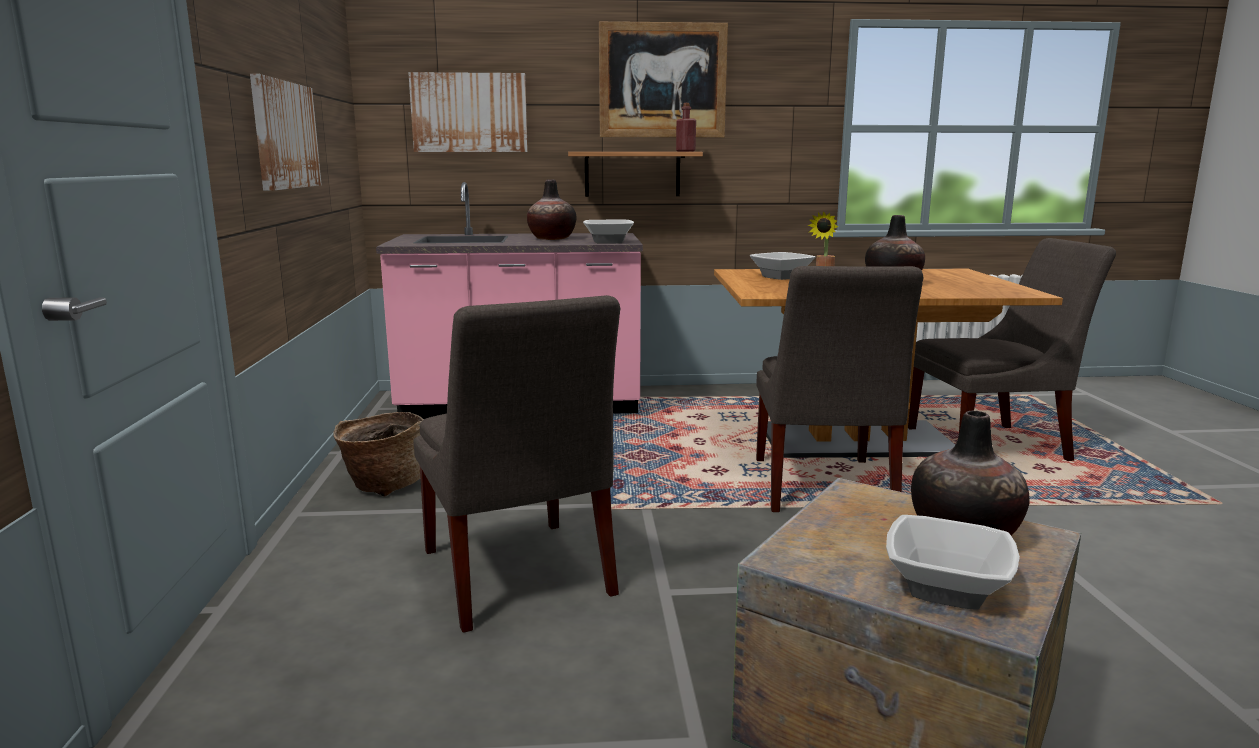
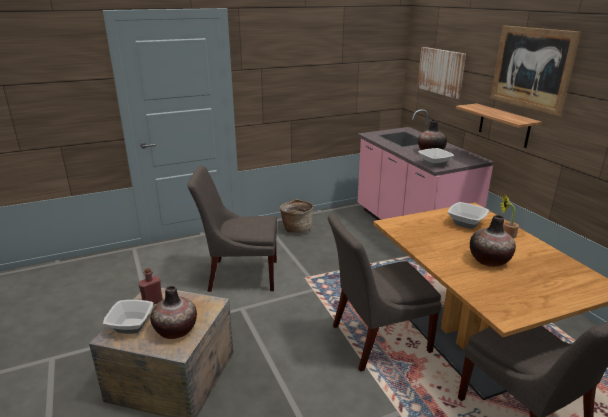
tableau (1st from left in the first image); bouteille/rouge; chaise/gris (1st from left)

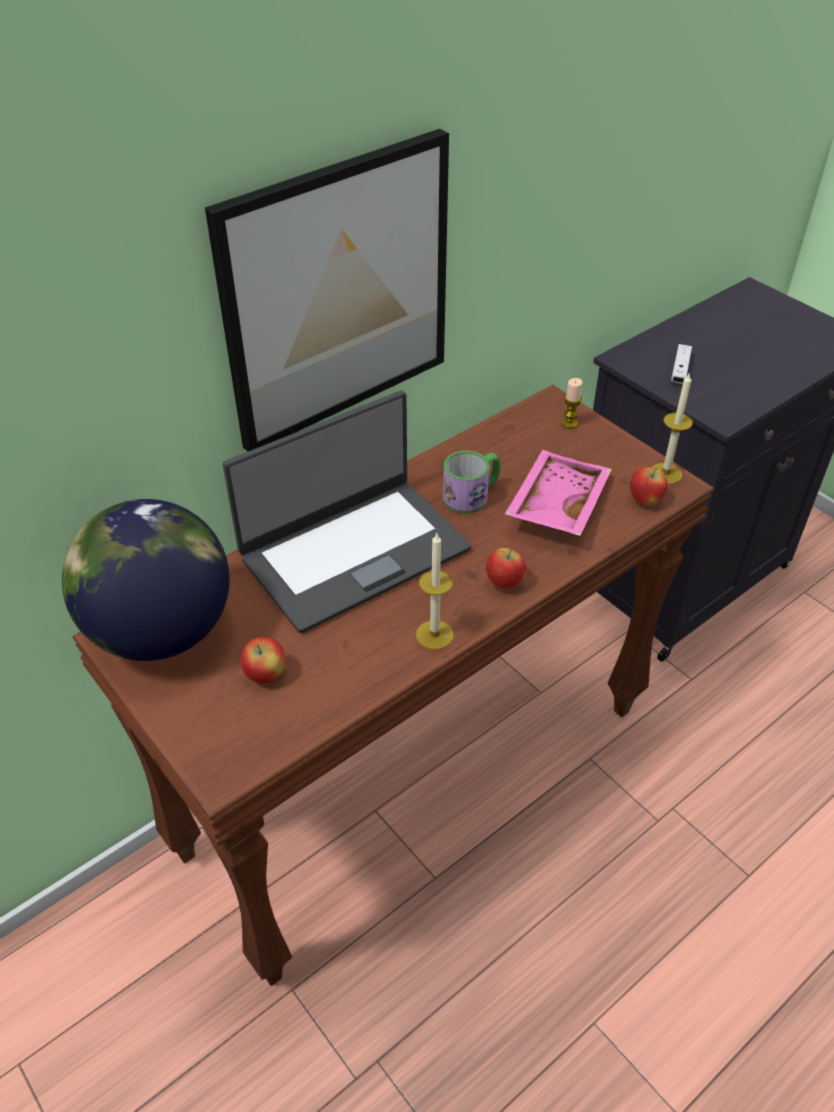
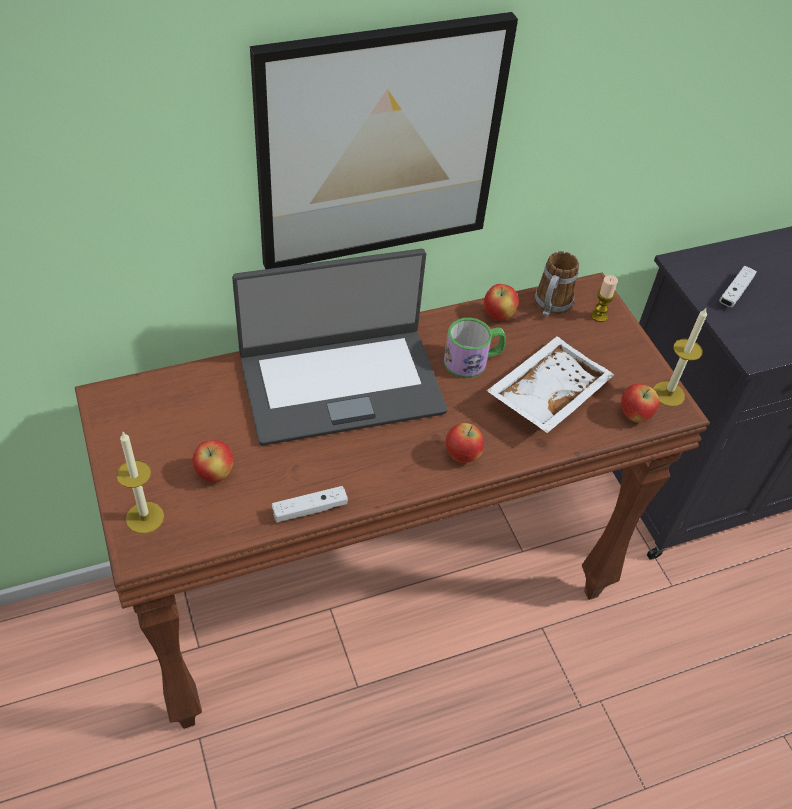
plateau/blanc; globe; bougie (1st from left); mug (2nd from left); pomme (3rd from left); manette/blanc (1st from left)

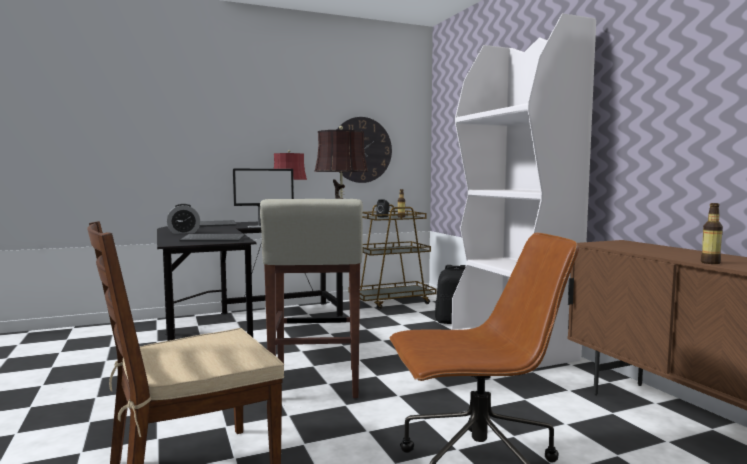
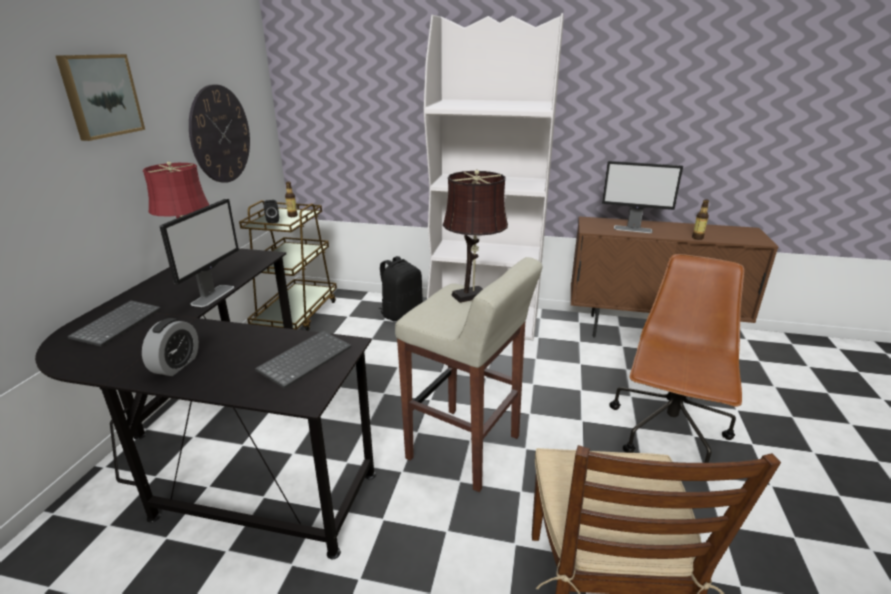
tableau; écran d'ordinateur (2nd from left)

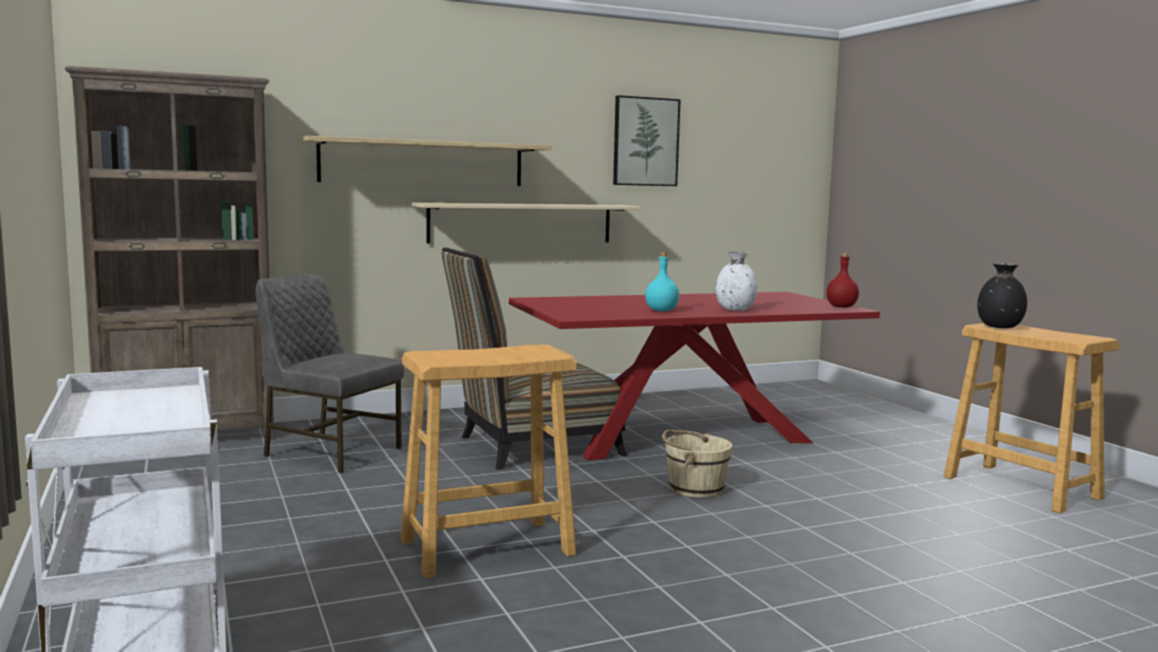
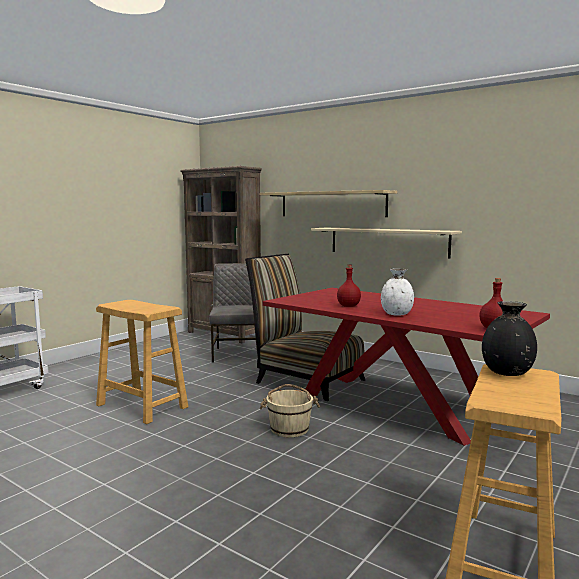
tableau; bouteille/rouge (1st from left)

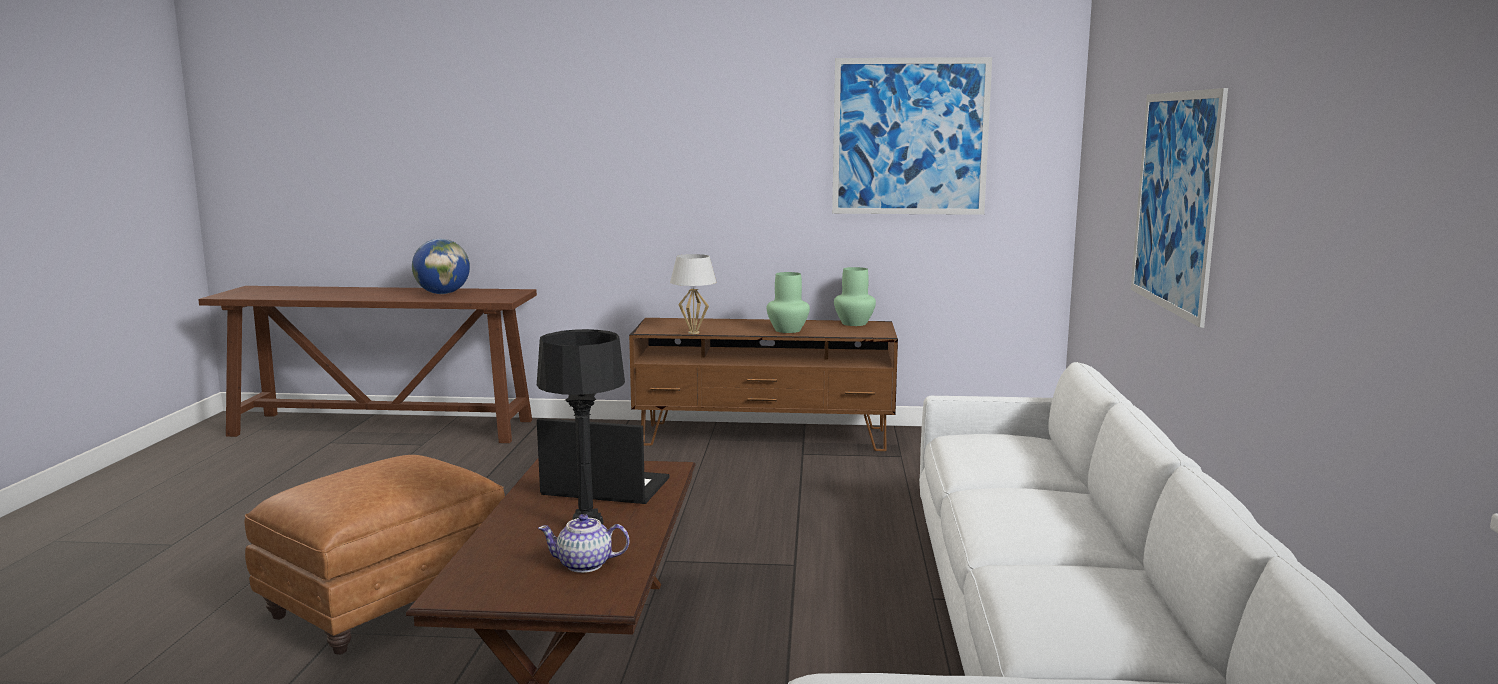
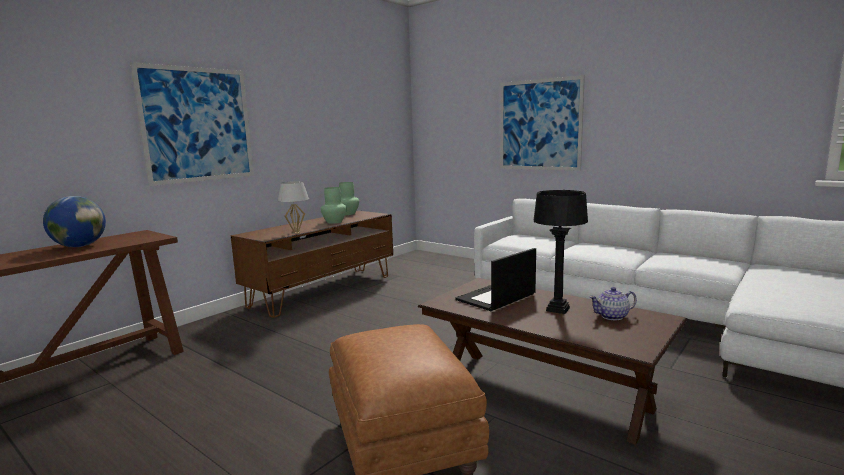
tableau (1st from left); théière

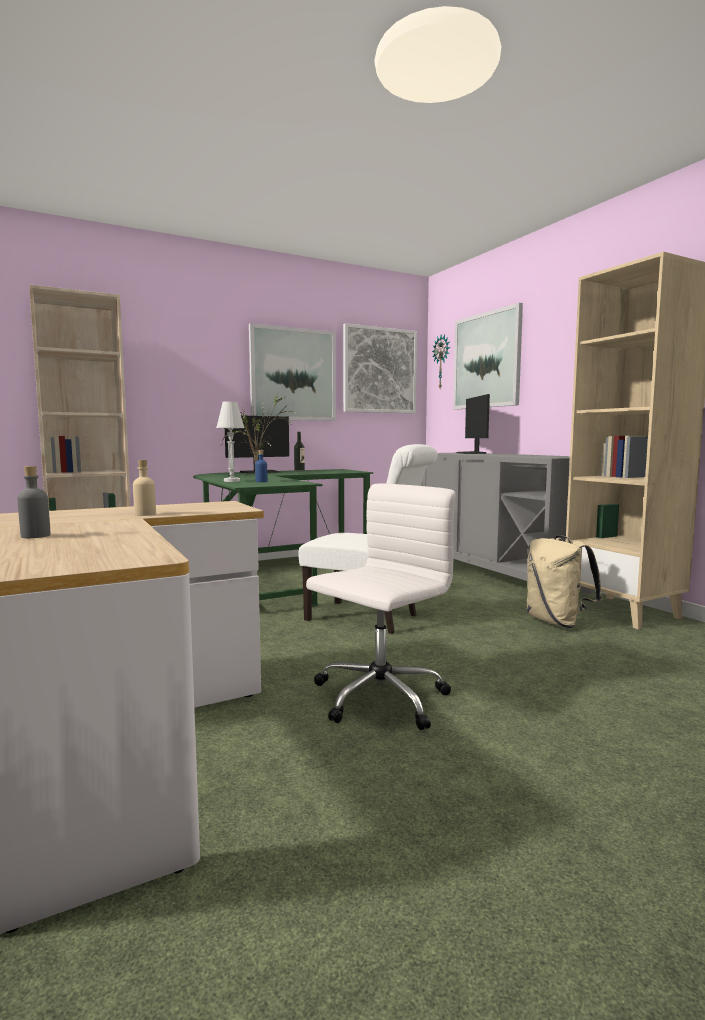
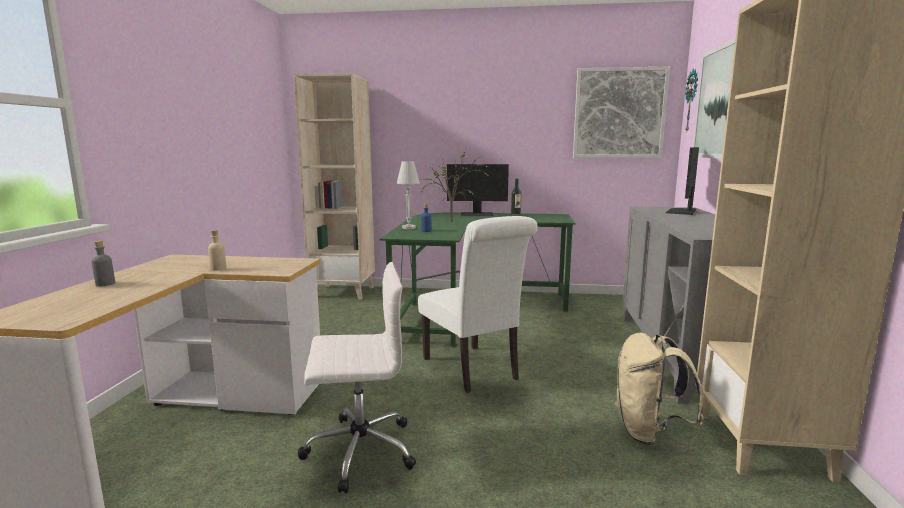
tableau (1st from left in the first image)

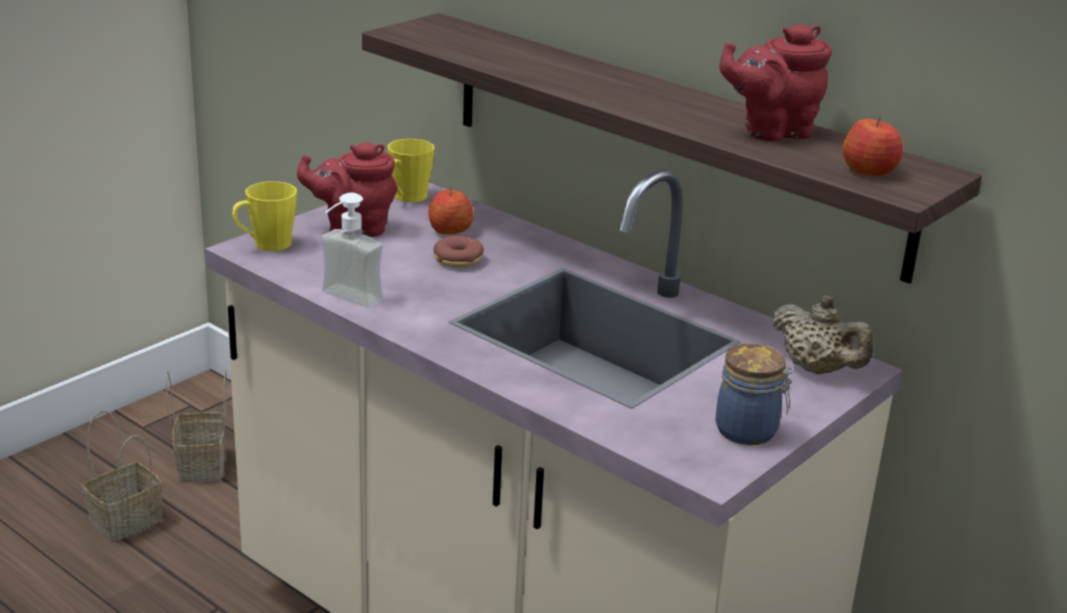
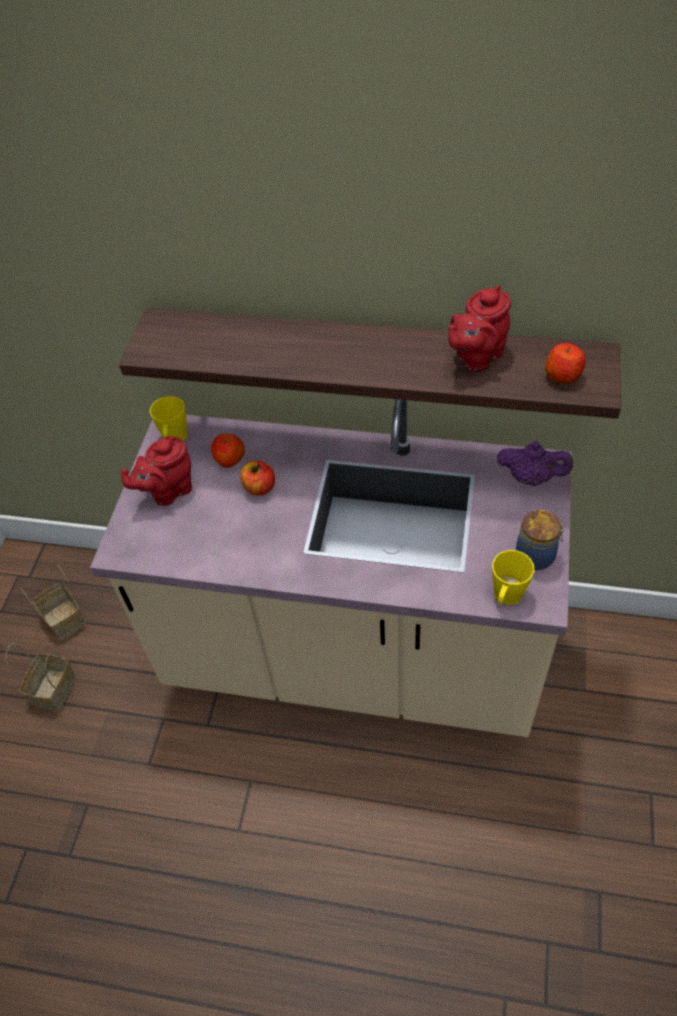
mug/jaune (2nd from left); distributeur de savon; pomme (2nd from left); théière/violet

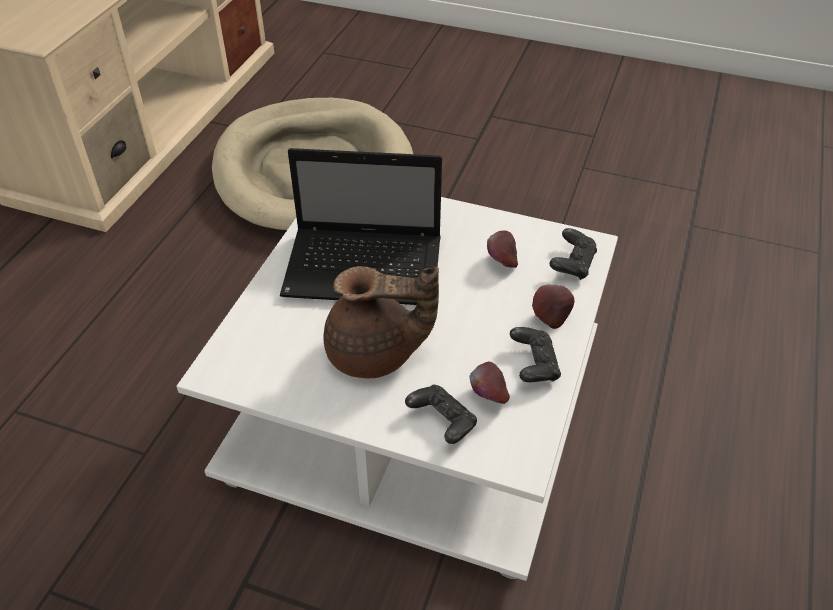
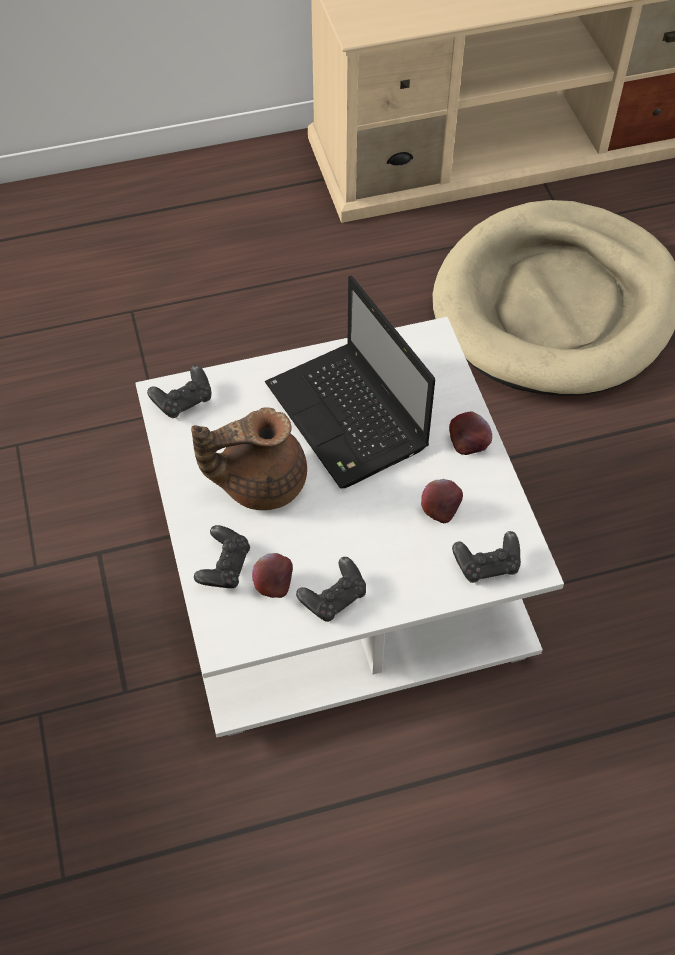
théière/marron; pomme (3rd from left); manette/noir (1st from left)

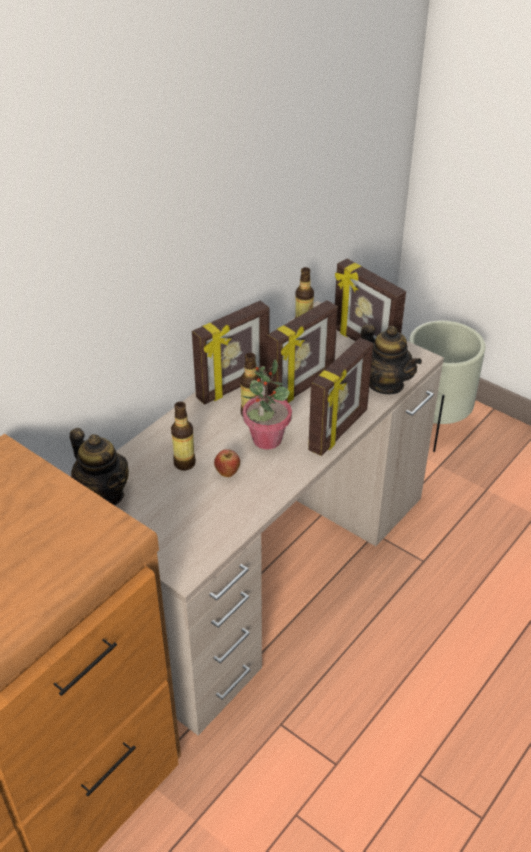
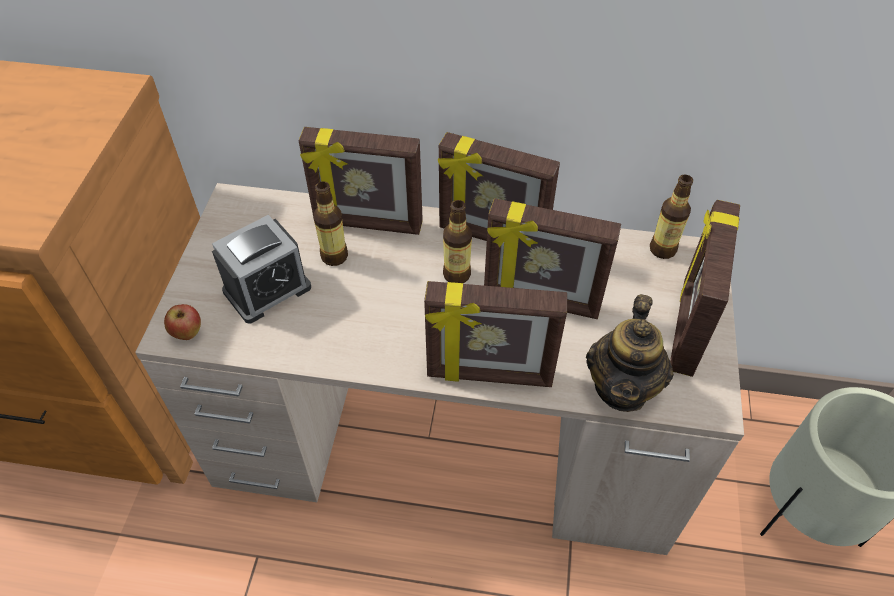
plante en pot; théière (1st from left in the first image); pomme; cadre photo (1st from left); réveil

